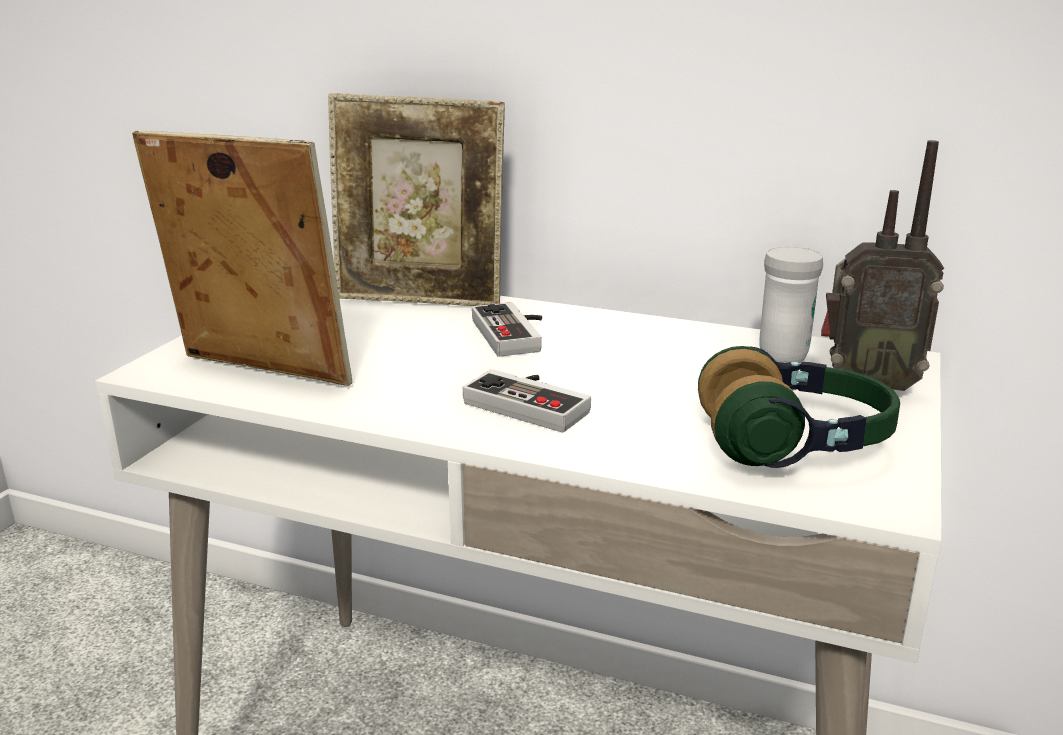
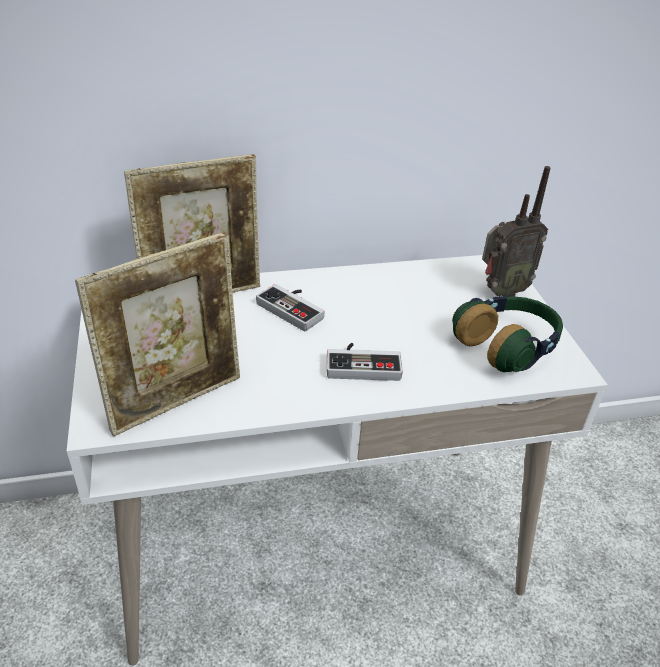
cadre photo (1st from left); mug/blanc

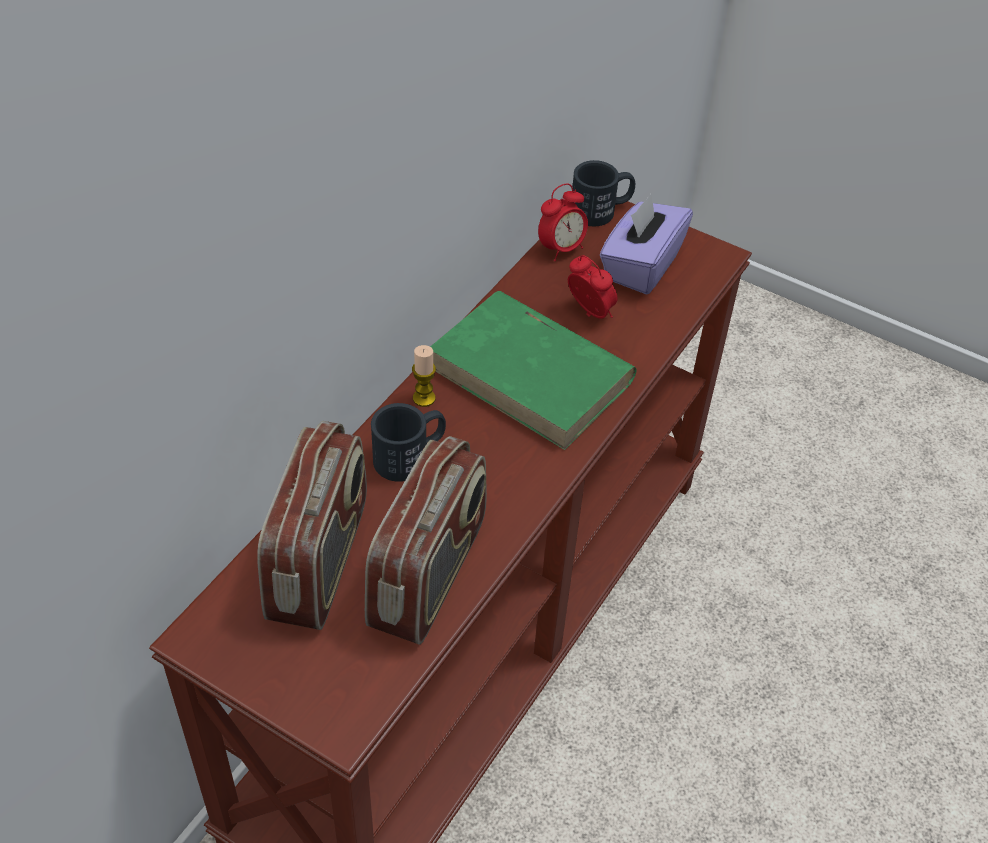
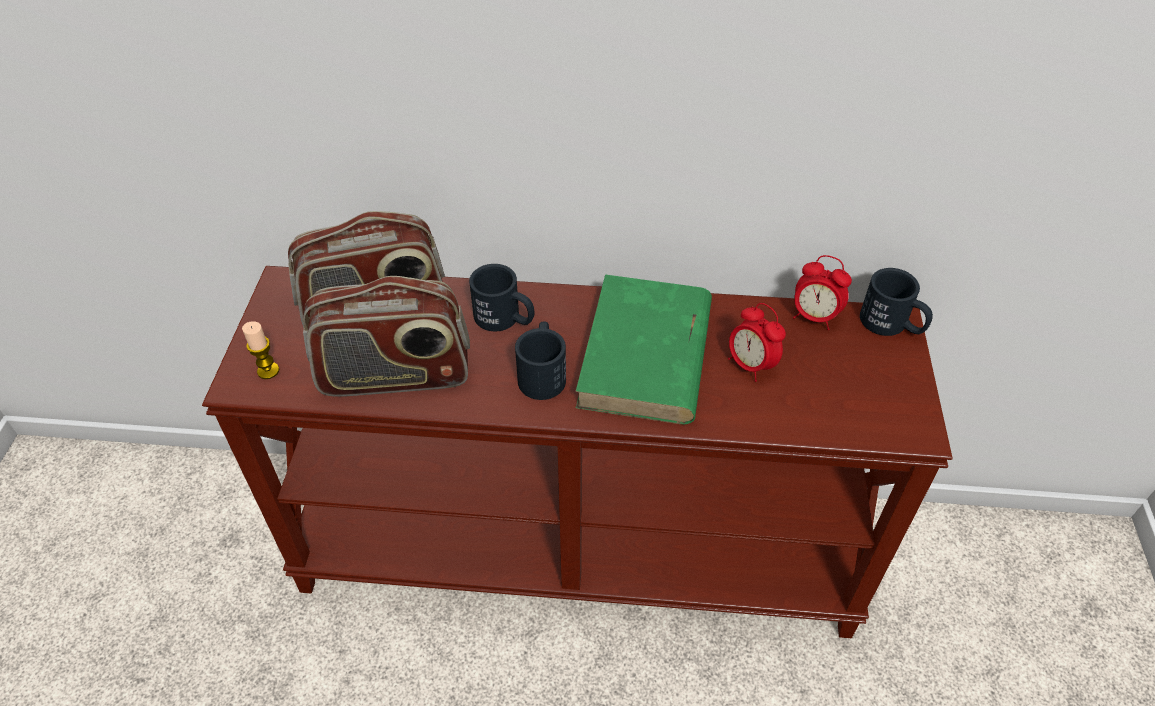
boîte à mouchoirs/violet; réveil (1st from left); bougie; mug/noir (2nd from left)

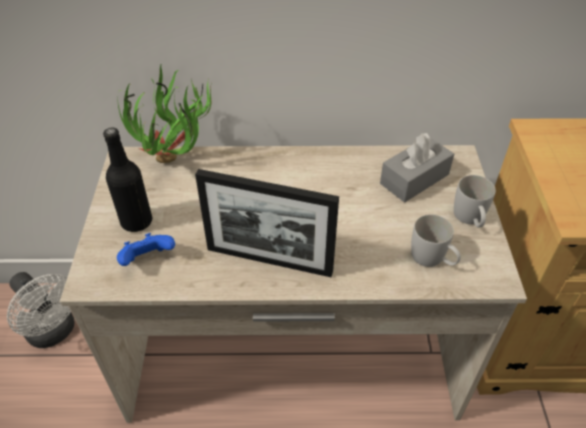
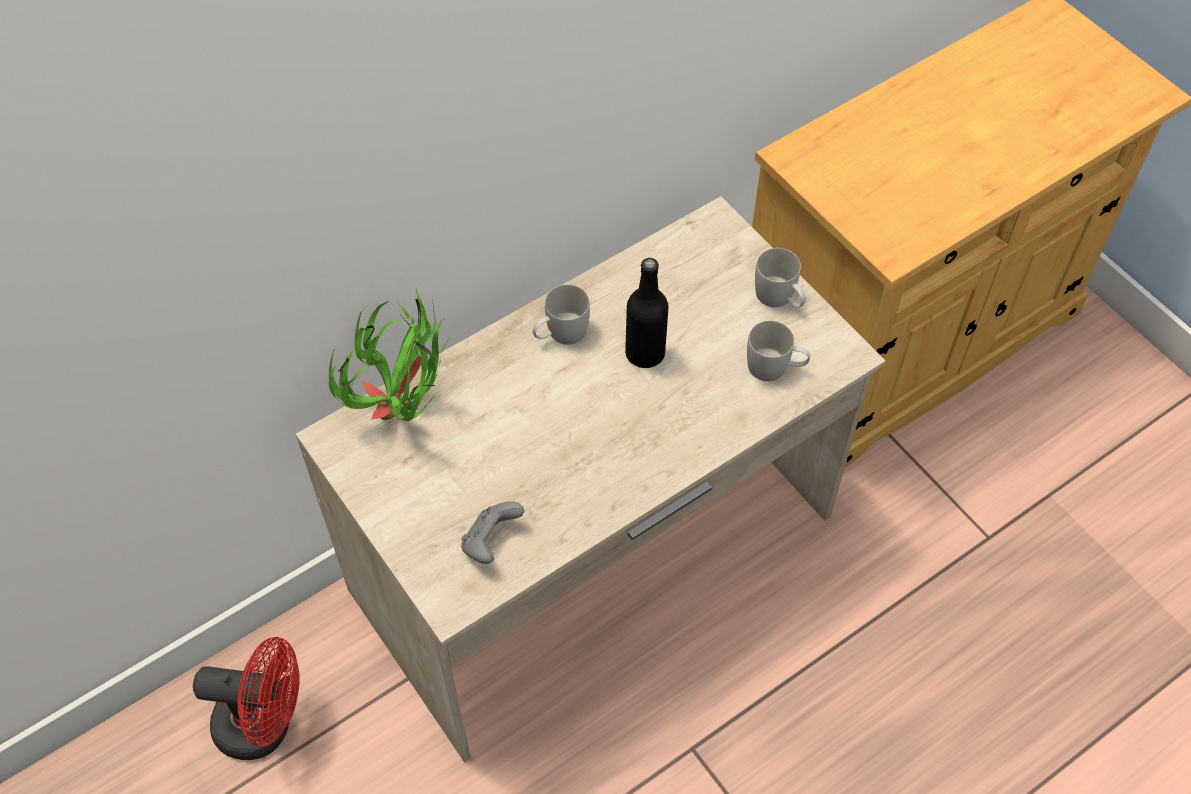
bouteille/noir; boîte à mouchoirs/gris; cadre photo; manette/gris; ventilateur/rouge; mug/blanc (1st from left)

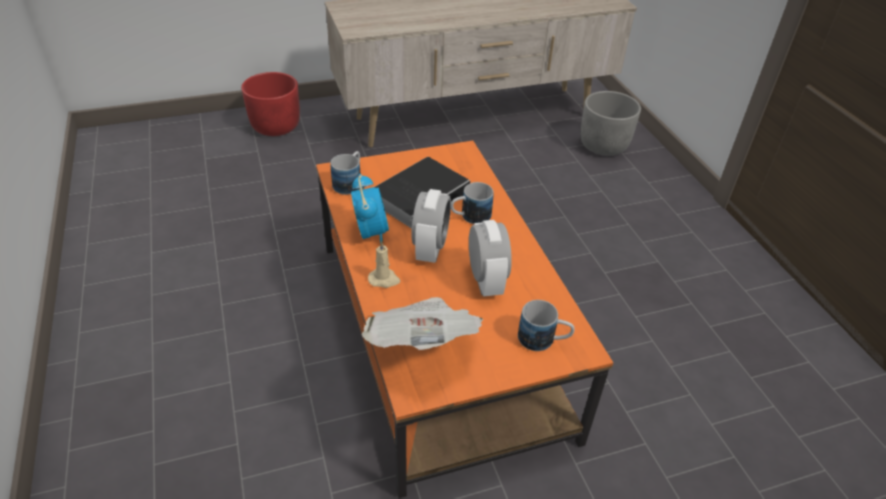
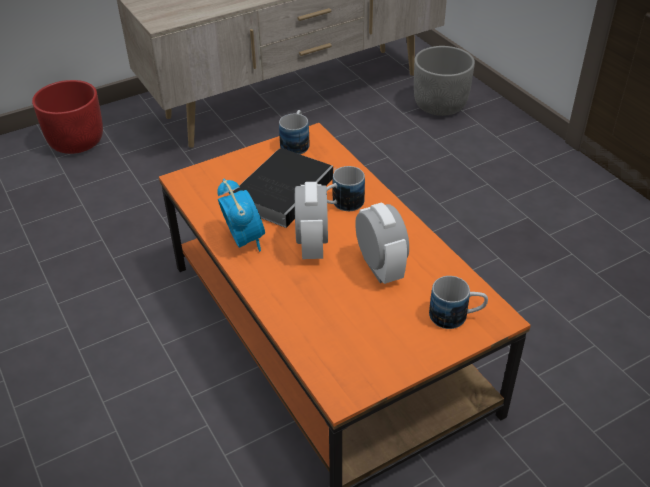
mug (1st from left); bougie/beige; journal

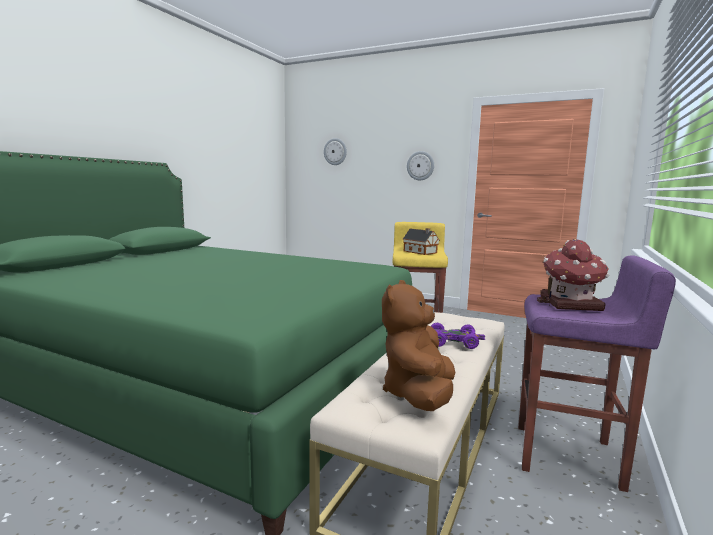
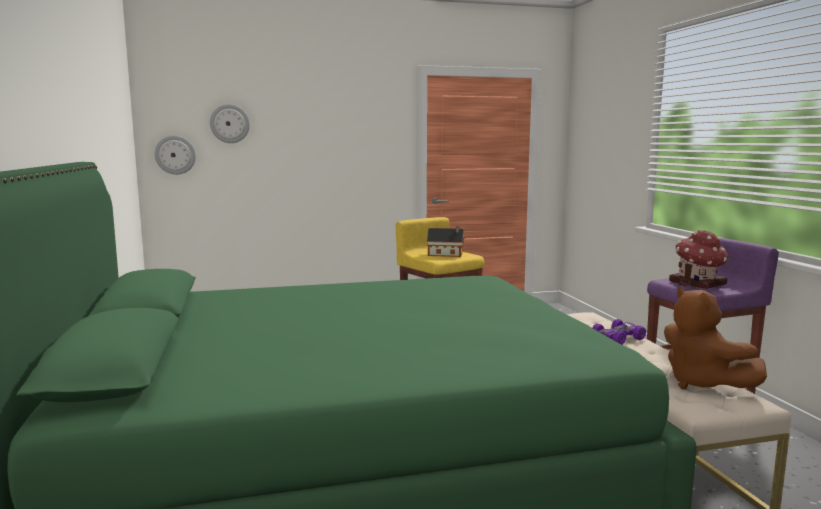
horloge murale (1st from left)

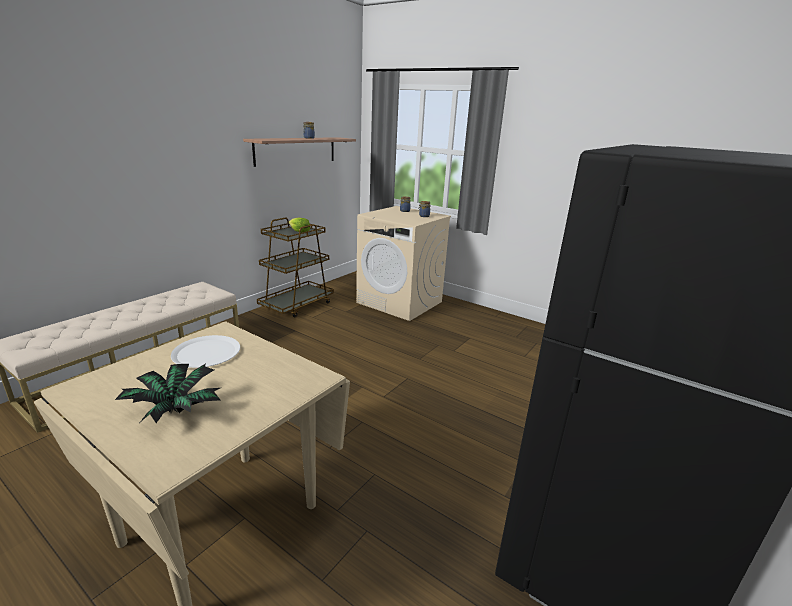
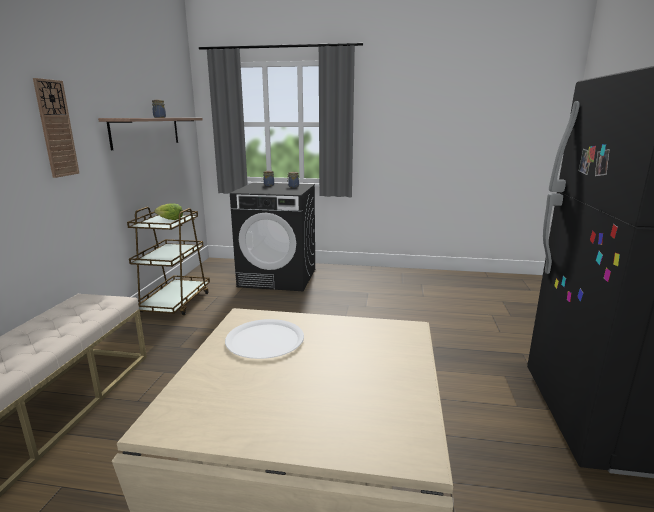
lave-linge/noir; plante en pot; horloge murale

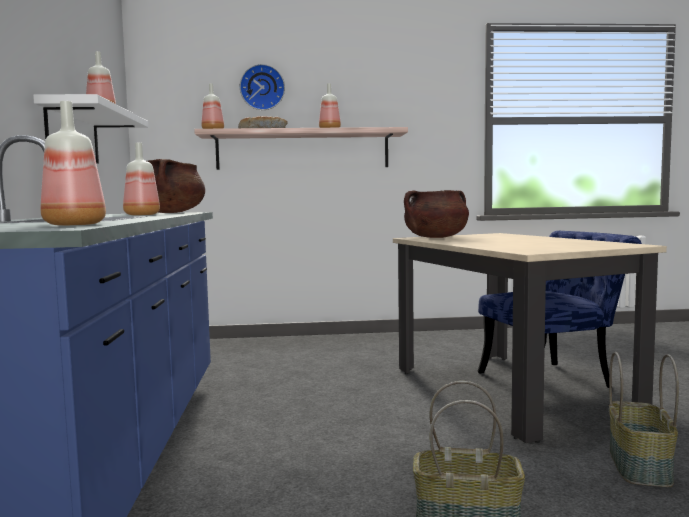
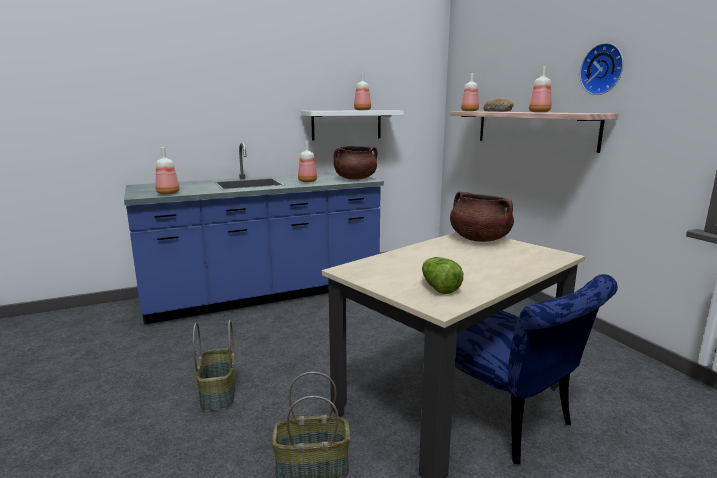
horloge murale; laitue

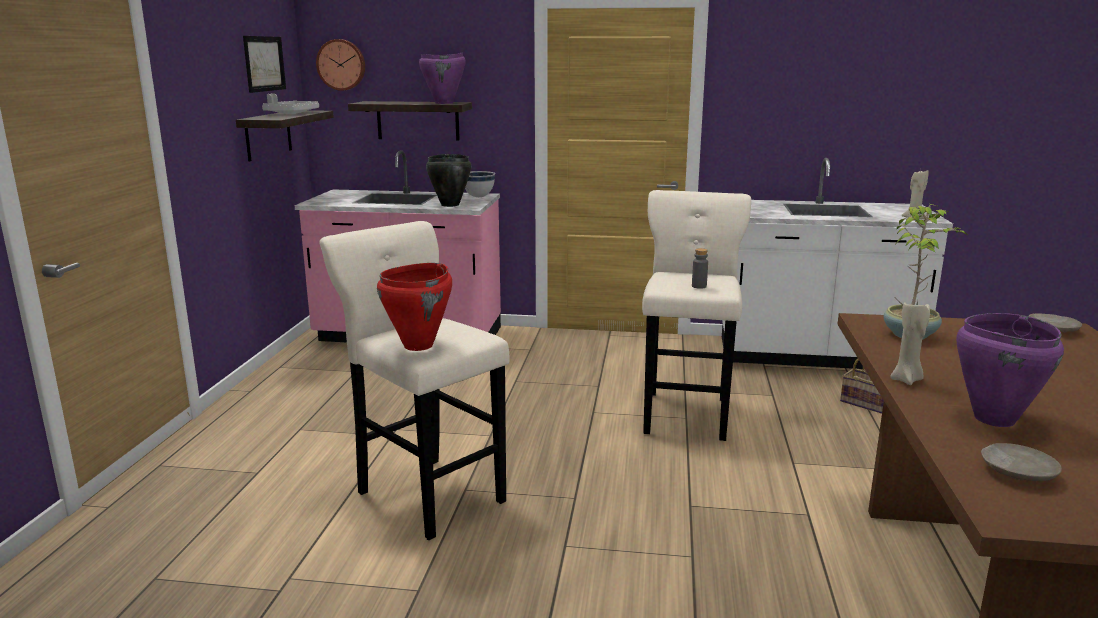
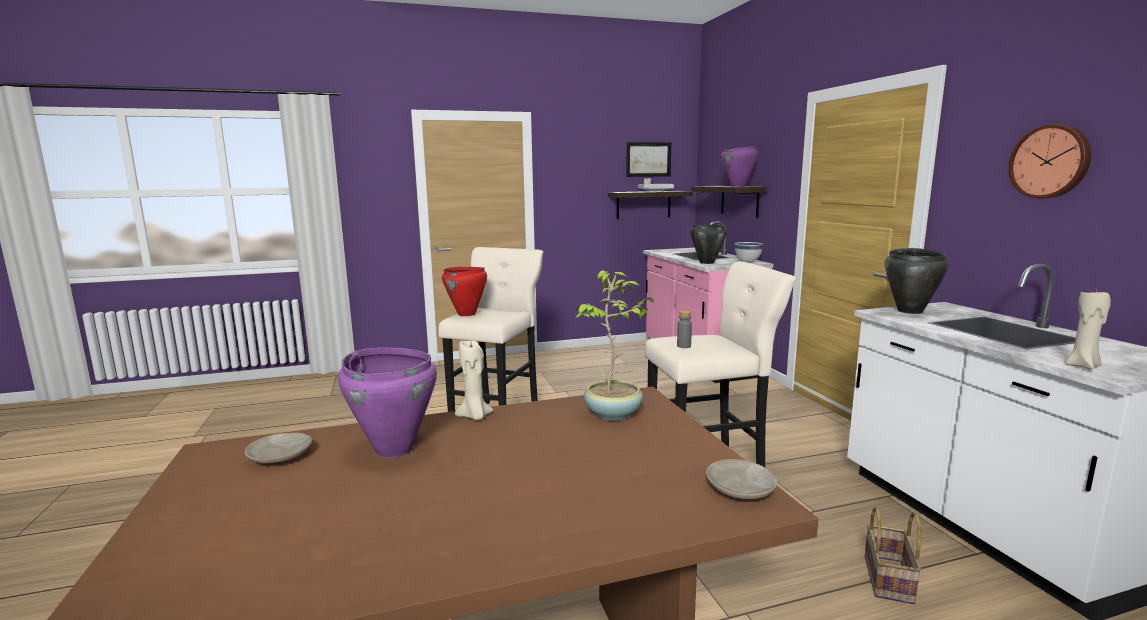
horloge murale; marmite/noir (2nd from left)

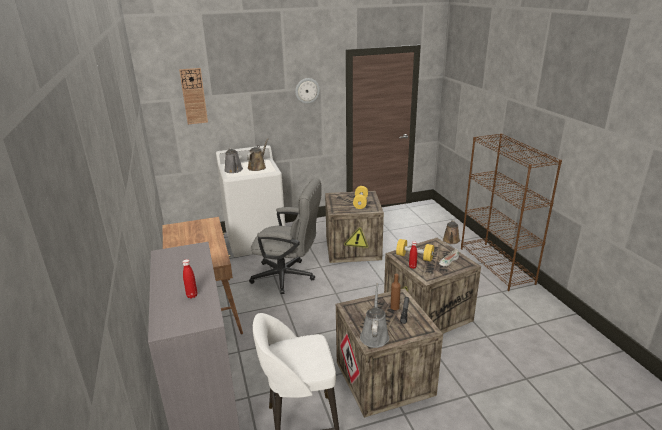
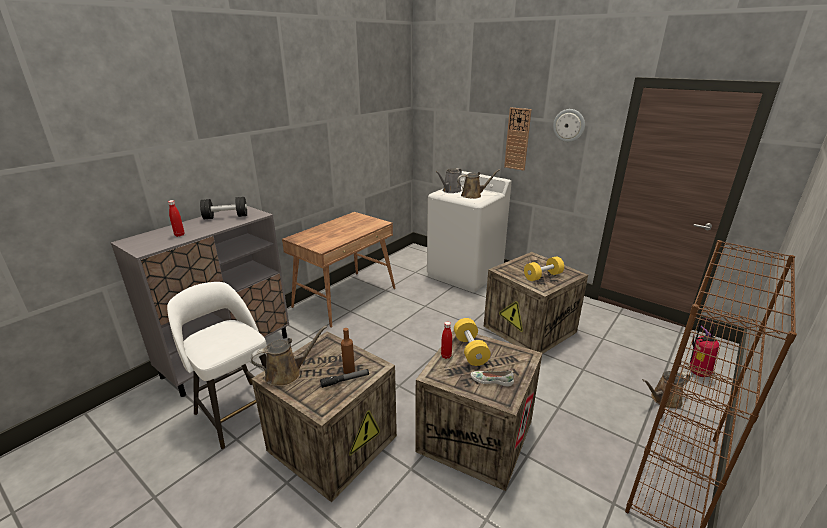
horloge murale (1st from left); chaise de bureau/gris; arrosoir/marron (1st from left); haltère/noir; extincteur

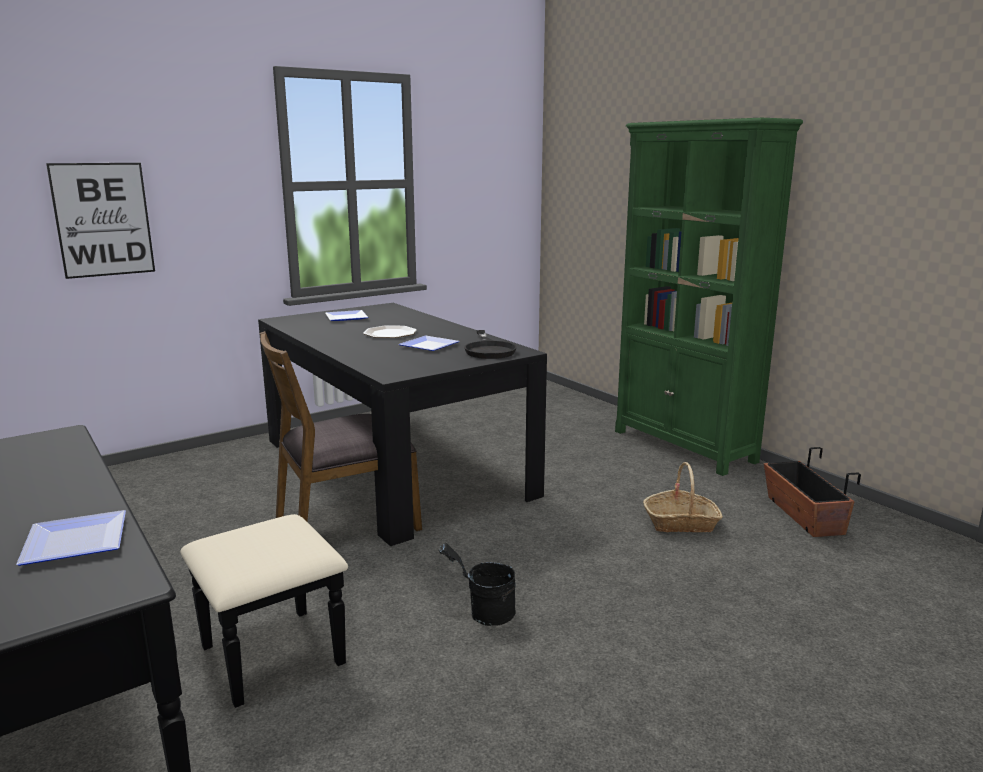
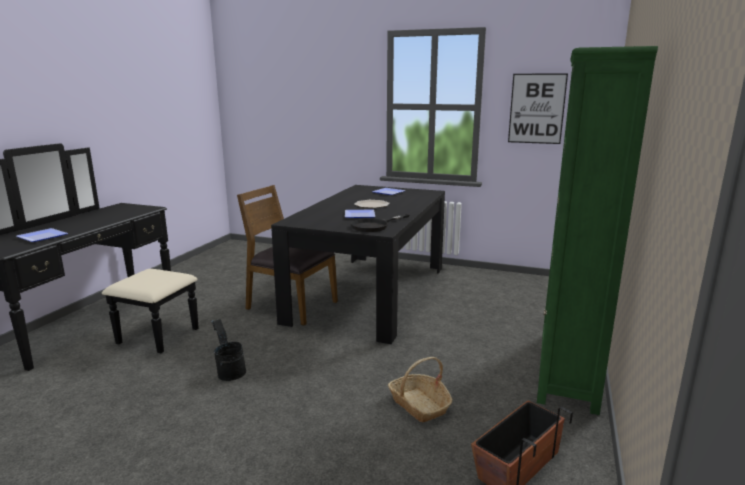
tableau

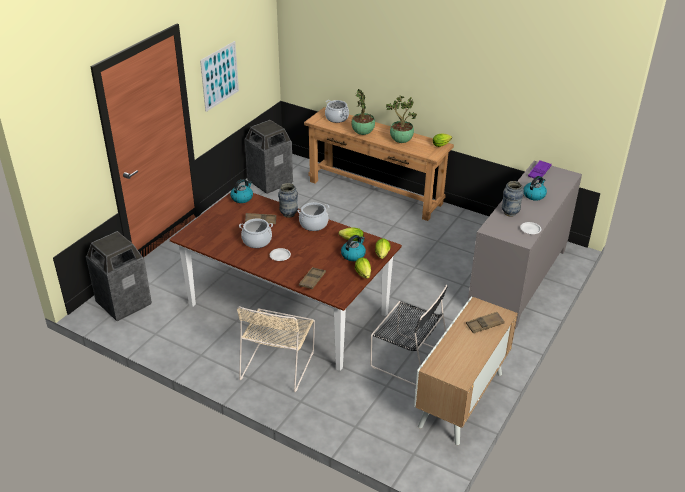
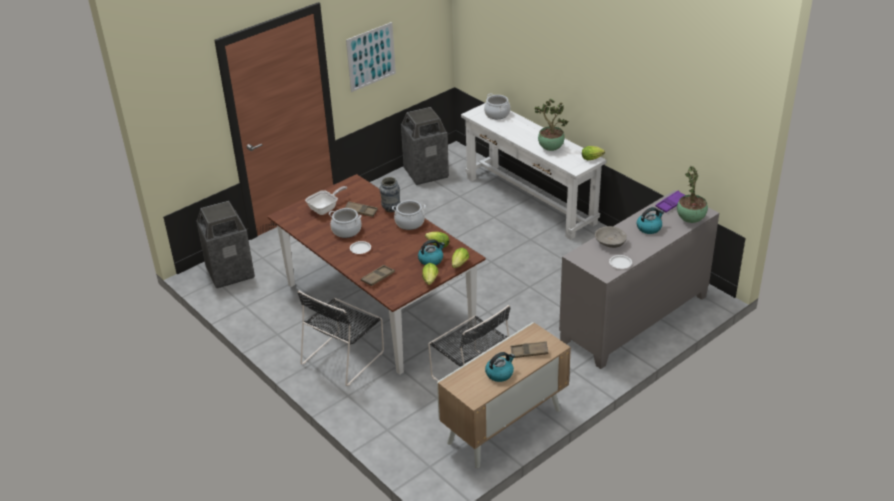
plante en pot (2nd from left); table console/blanc; bouilloire (2nd from left); bol/gris; chaise/noir (1st from left); poêle

